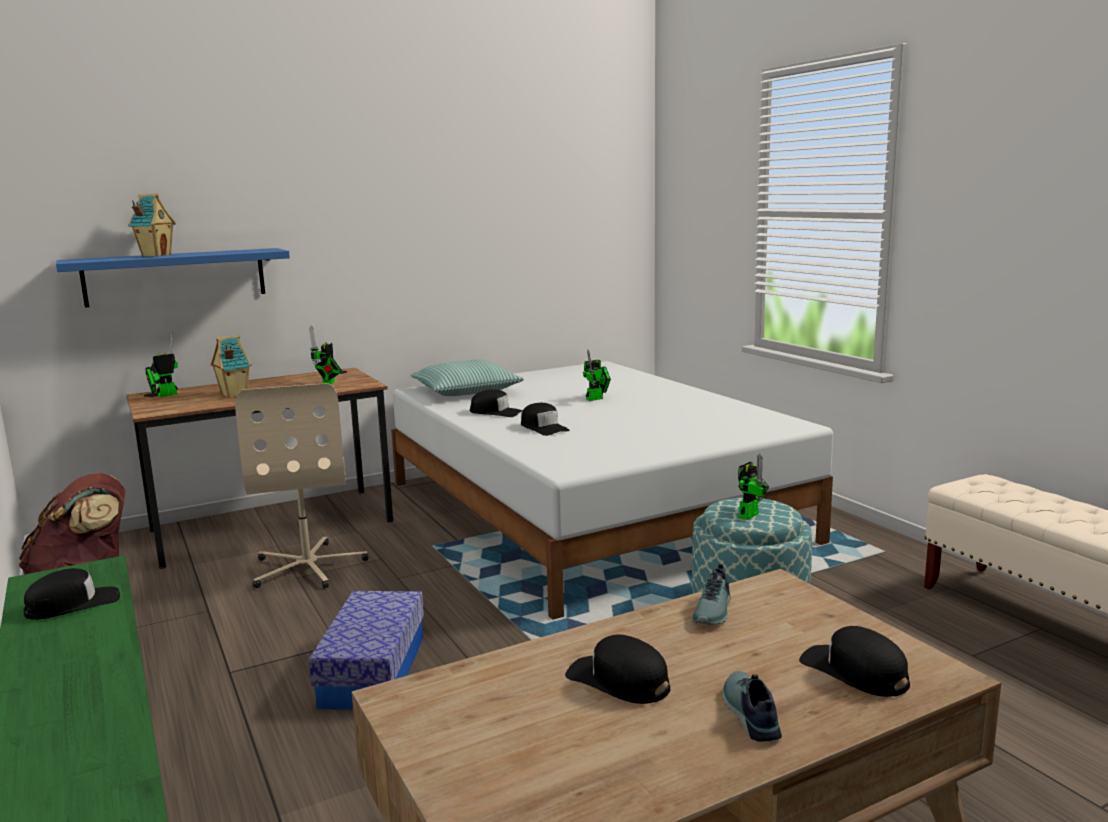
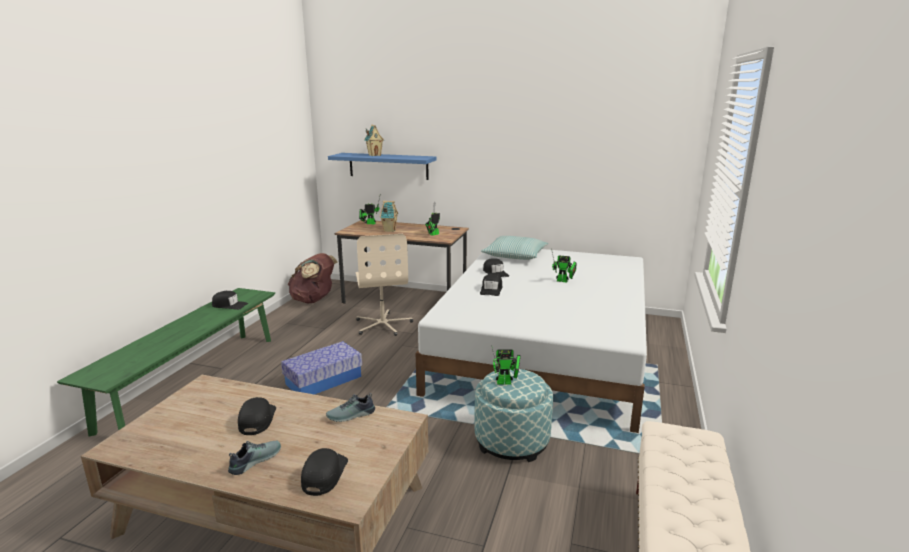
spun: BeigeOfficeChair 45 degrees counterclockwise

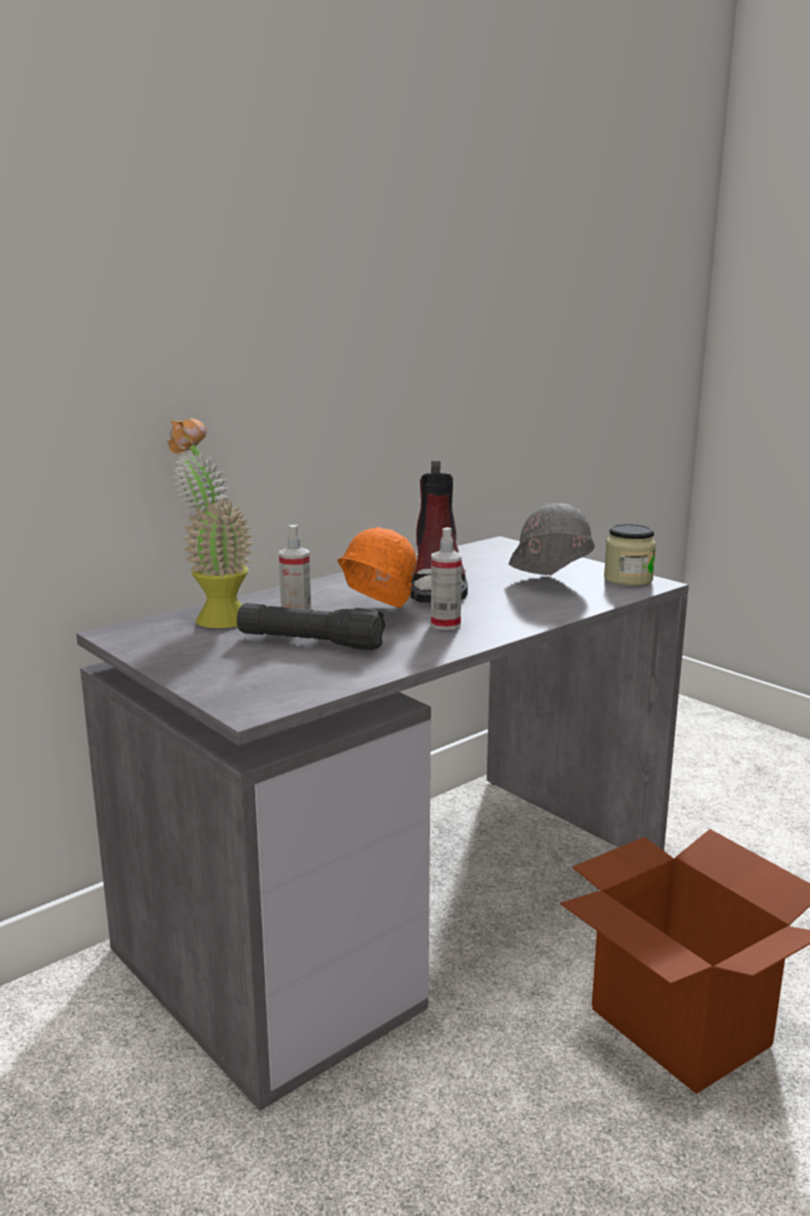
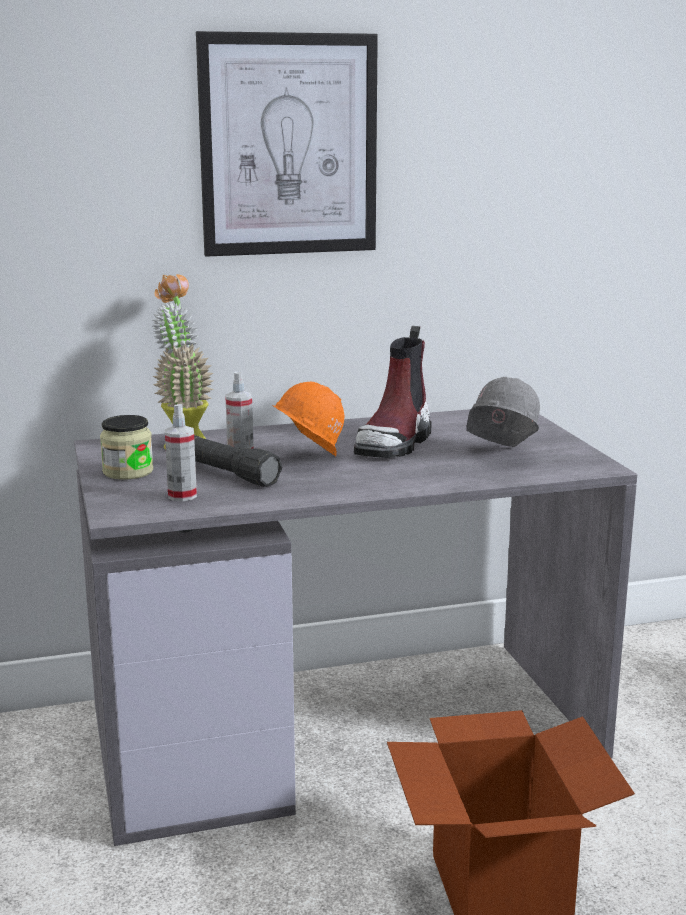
appeared: Picture
relocated: SprayBottle (no. 2 from left in the first image) to SprayBottle (no. 1 from left); Jar

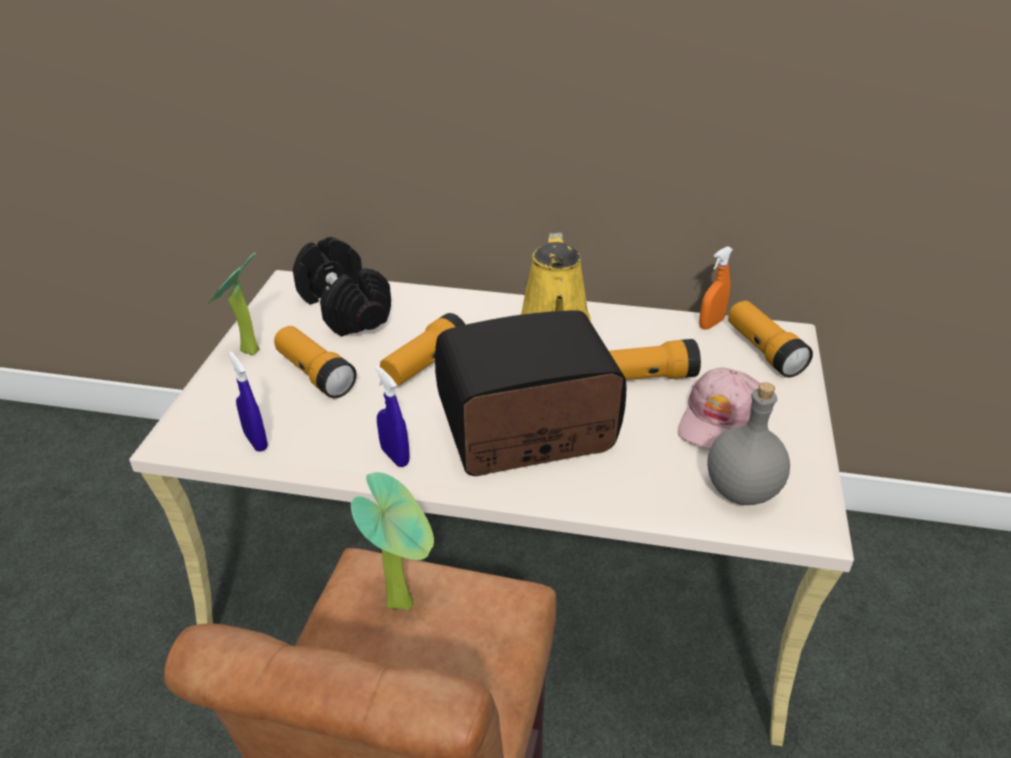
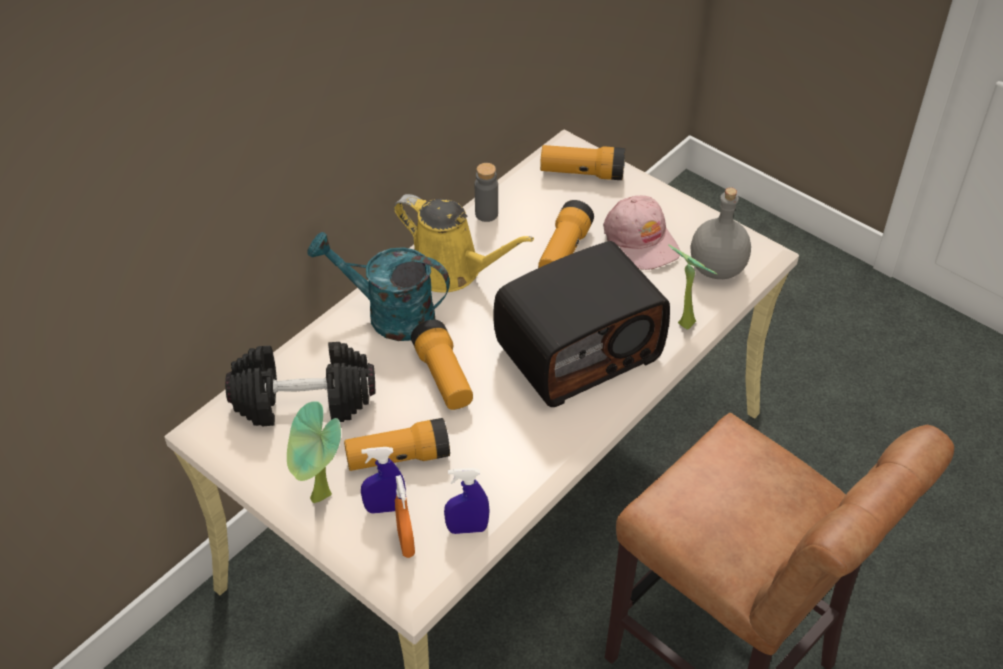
appeared: TurquoiseWateringCan; GreyBottle (no. 1 from left)
relocated: PottedPlant (no. 2 from left); BlueSprayBottle (no. 2 from left in the first image) to BlueSprayBottle (no. 1 from left); OrangeSprayBottle
spun: Radio 135 degrees counterclockwise

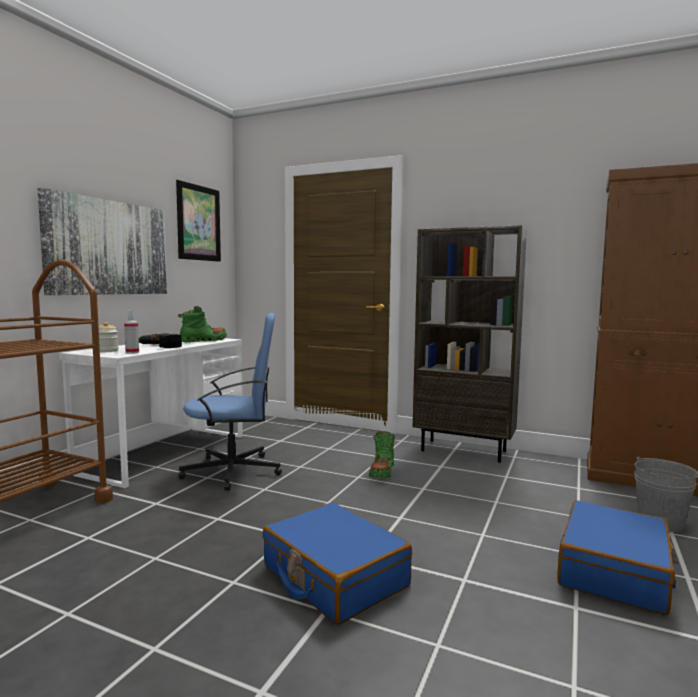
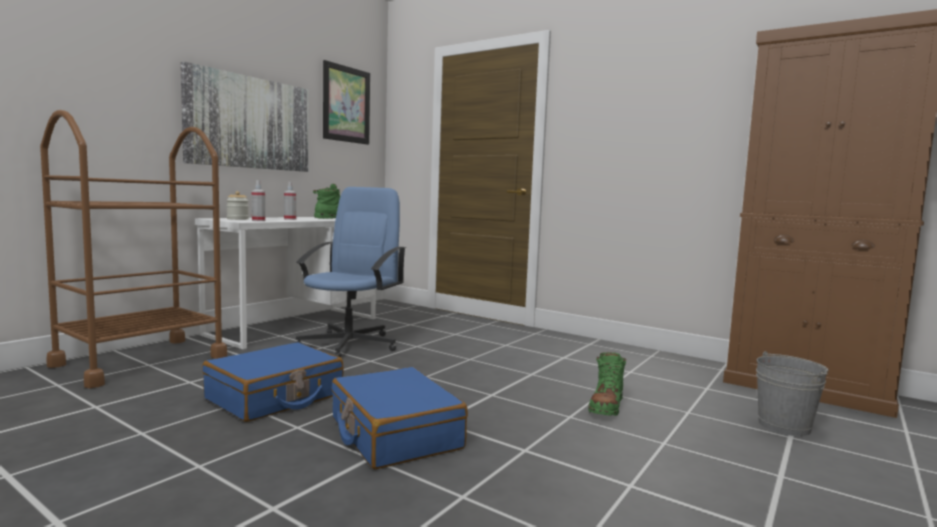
missing: BrownBookcase
relocated: GreenBoot (no. 2 from left); BlueSuitcase (no. 2 from left in the first image) to BlueSuitcase (no. 1 from left)
exchanged: PowerDrill to SprayBottle (no. 2 from left)
spun: BlueOfficeChair 75 degrees counterclockwise

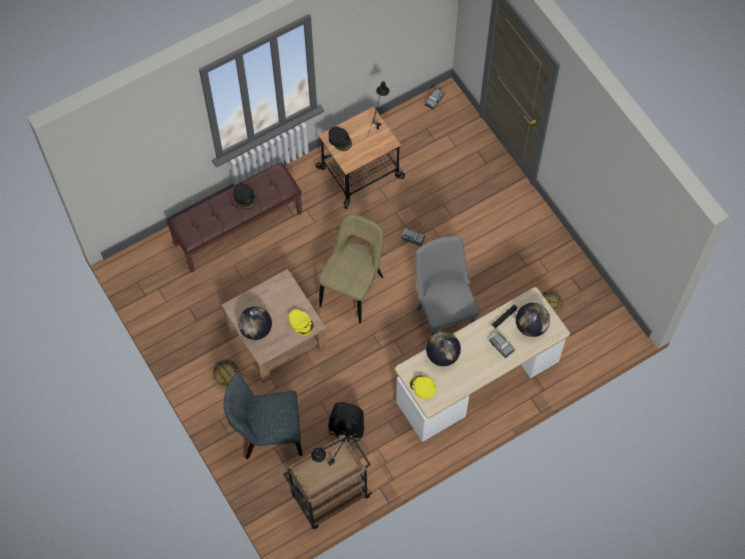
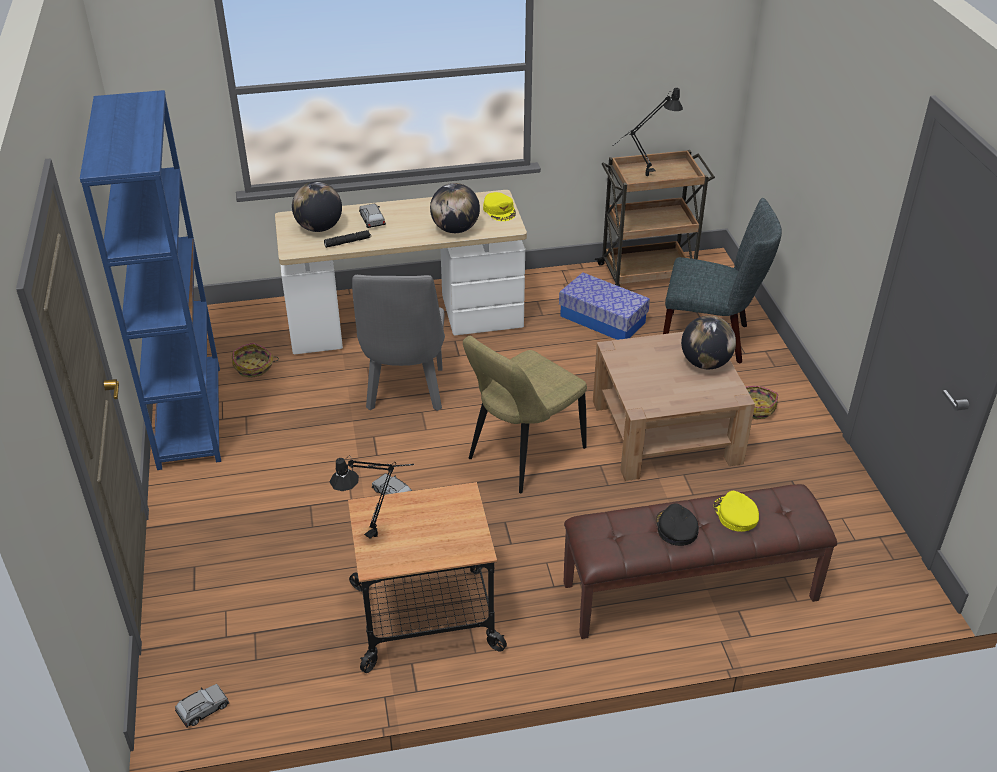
missing: BlackCap (no. 2 from left)
appeared: BlueBookcase
relocated: YellowCap (no. 1 from left in the first image) to YellowCap (no. 2 from left)
exchanged: BlackBackpack to StorageBox

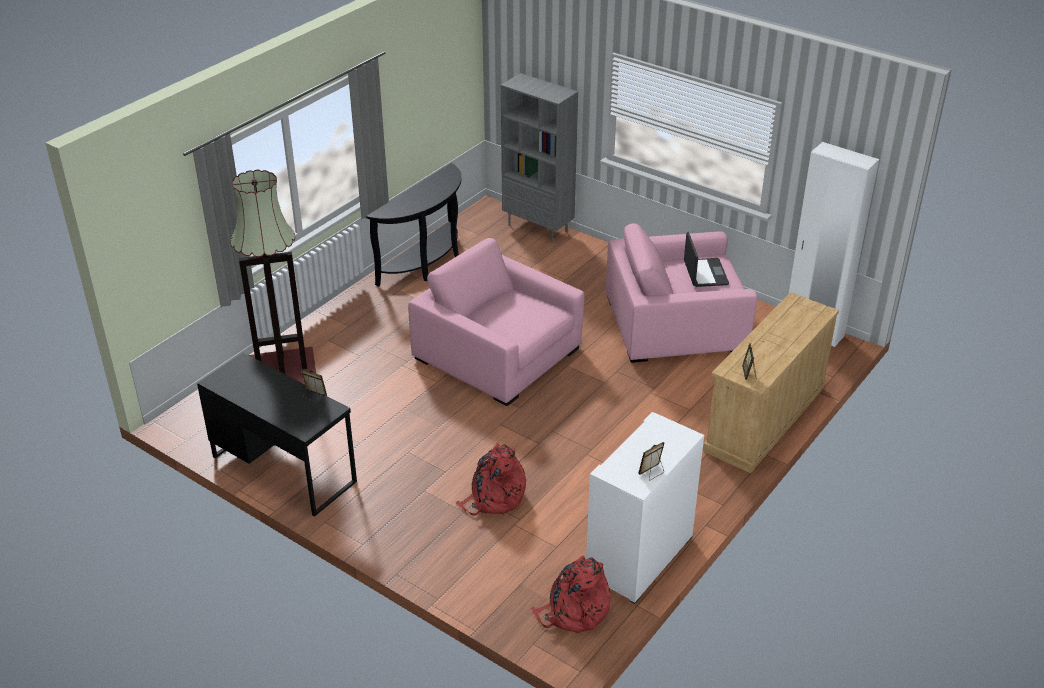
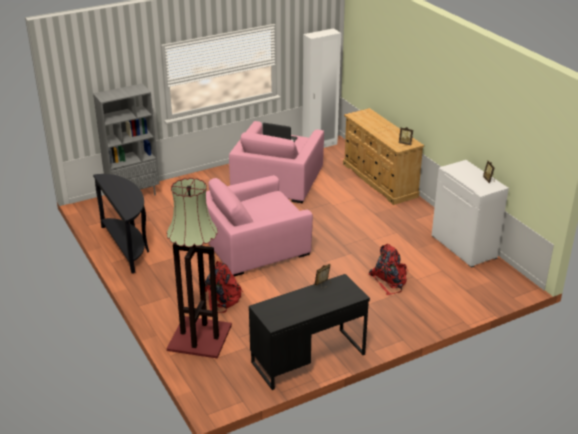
relocated: RedBackpack (no. 2 from left in the first image) to RedBackpack (no. 1 from left)

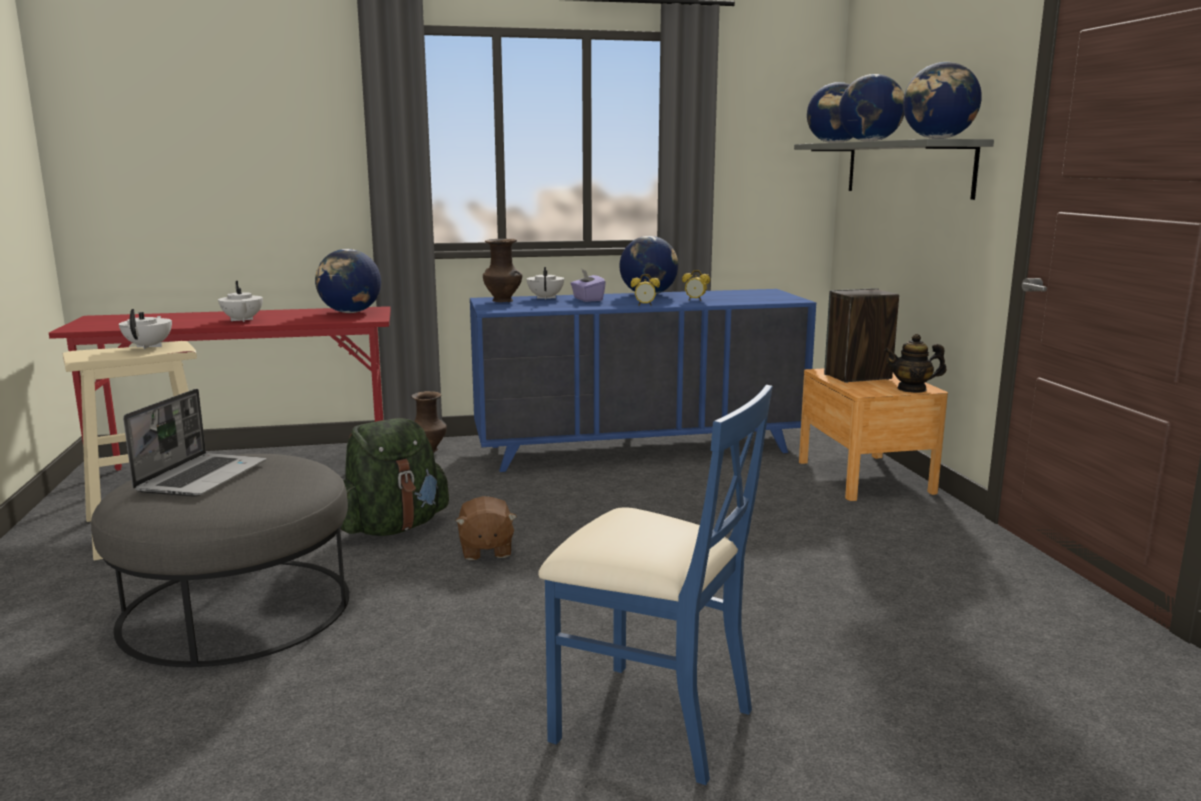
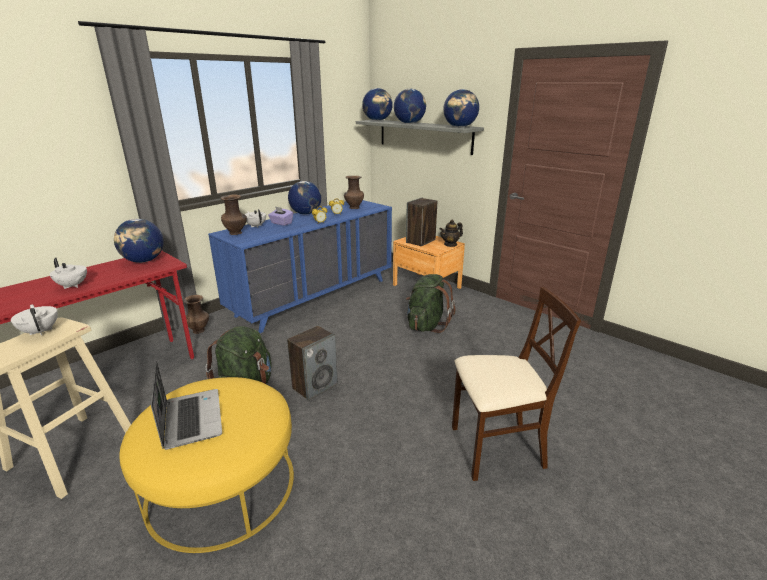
appeared: BrownVase (no. 3 from left); GreenBackpack (no. 2 from left)
exchanged: BrownPlushToy to Speaker (no. 1 from left)
colour: GreyOttoman to YellowOttoman; BlueChair to BeigeChair

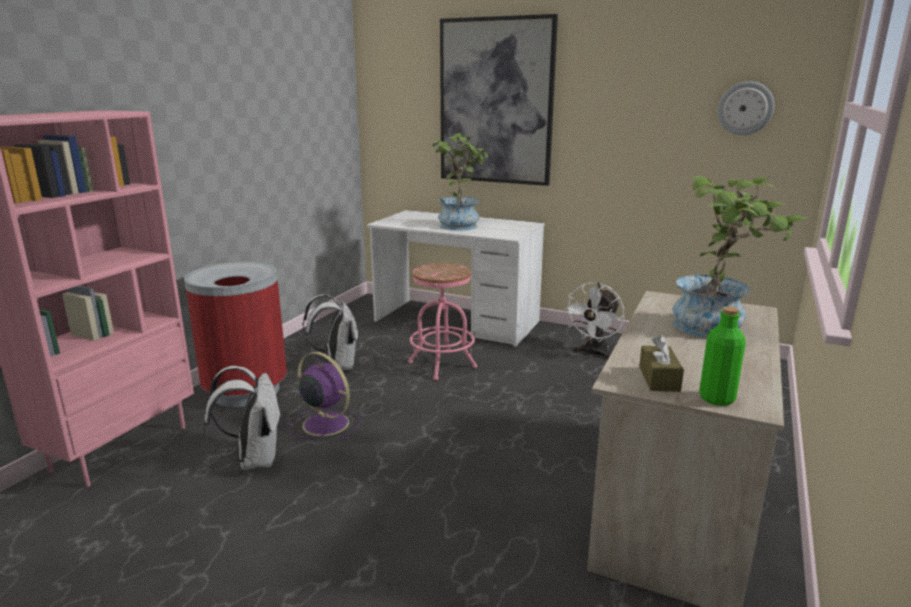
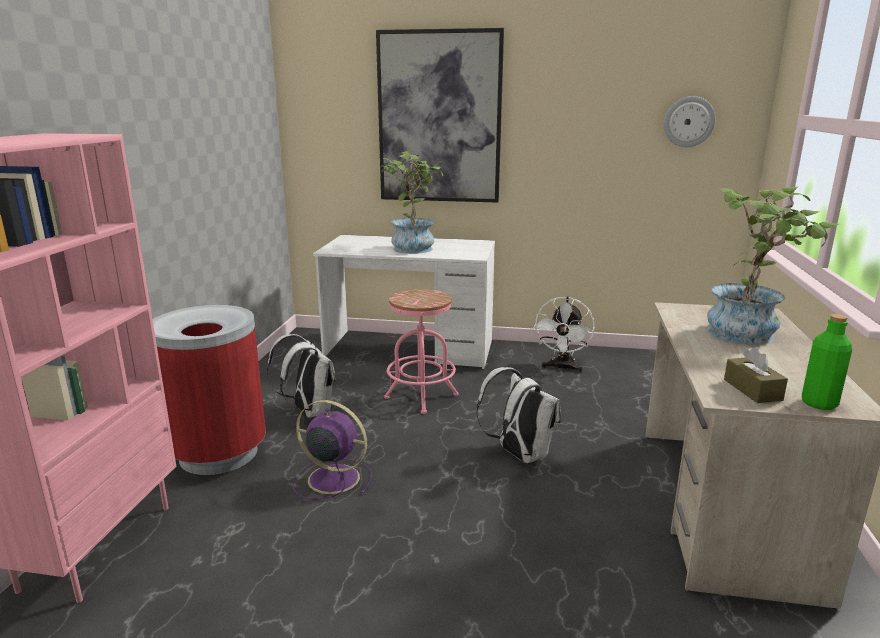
relocated: WhiteBackpack (no. 1 from left in the first image) to WhiteBackpack (no. 2 from left)

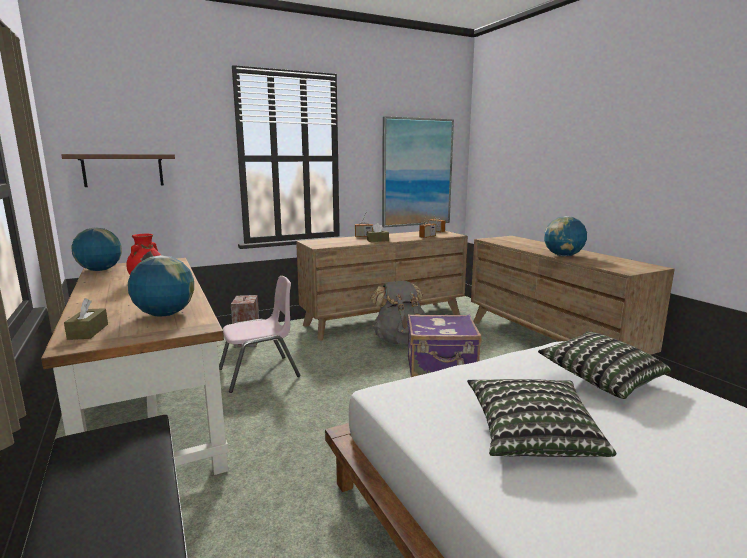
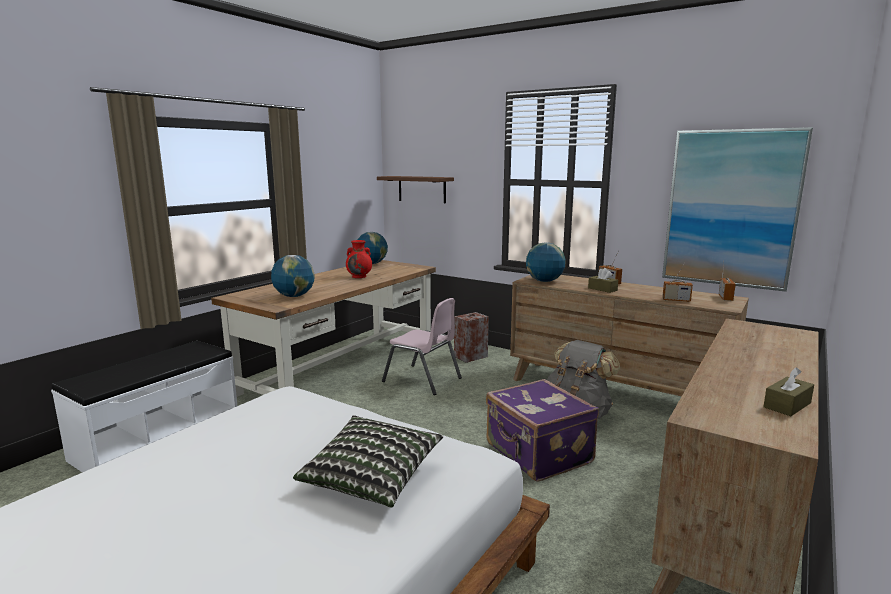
missing: Pillow (no. 1 from left)
relocated: BrownTissueBox (no. 1 from left in the first image) to BrownTissueBox (no. 2 from left); Globe (no. 3 from left)

